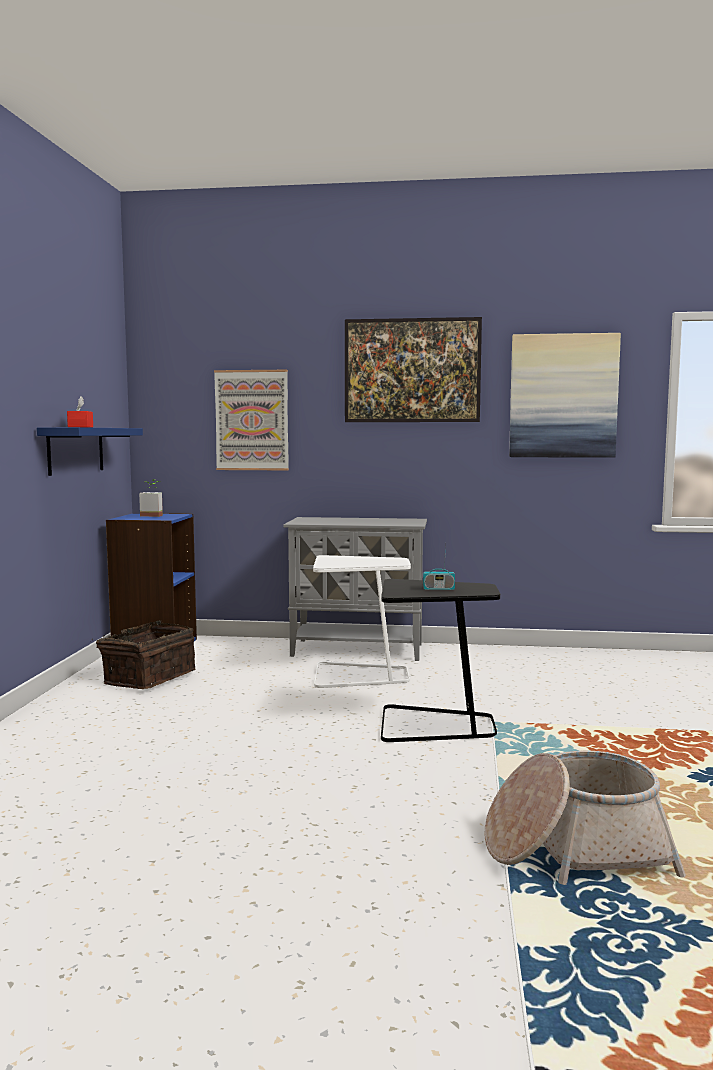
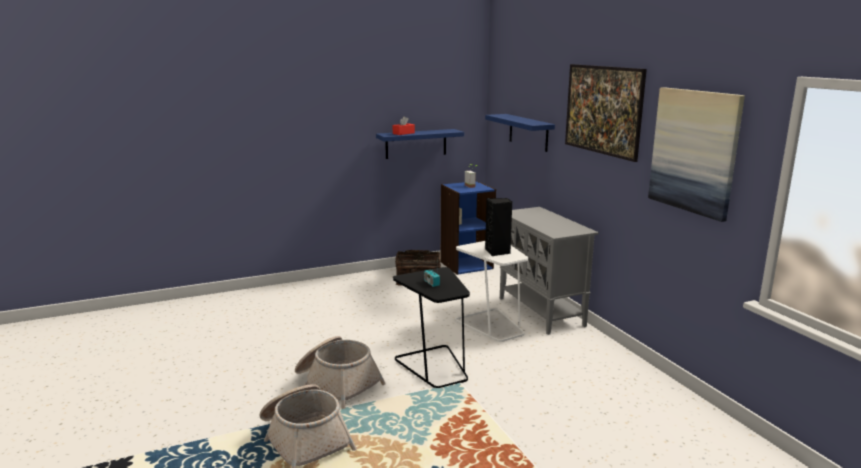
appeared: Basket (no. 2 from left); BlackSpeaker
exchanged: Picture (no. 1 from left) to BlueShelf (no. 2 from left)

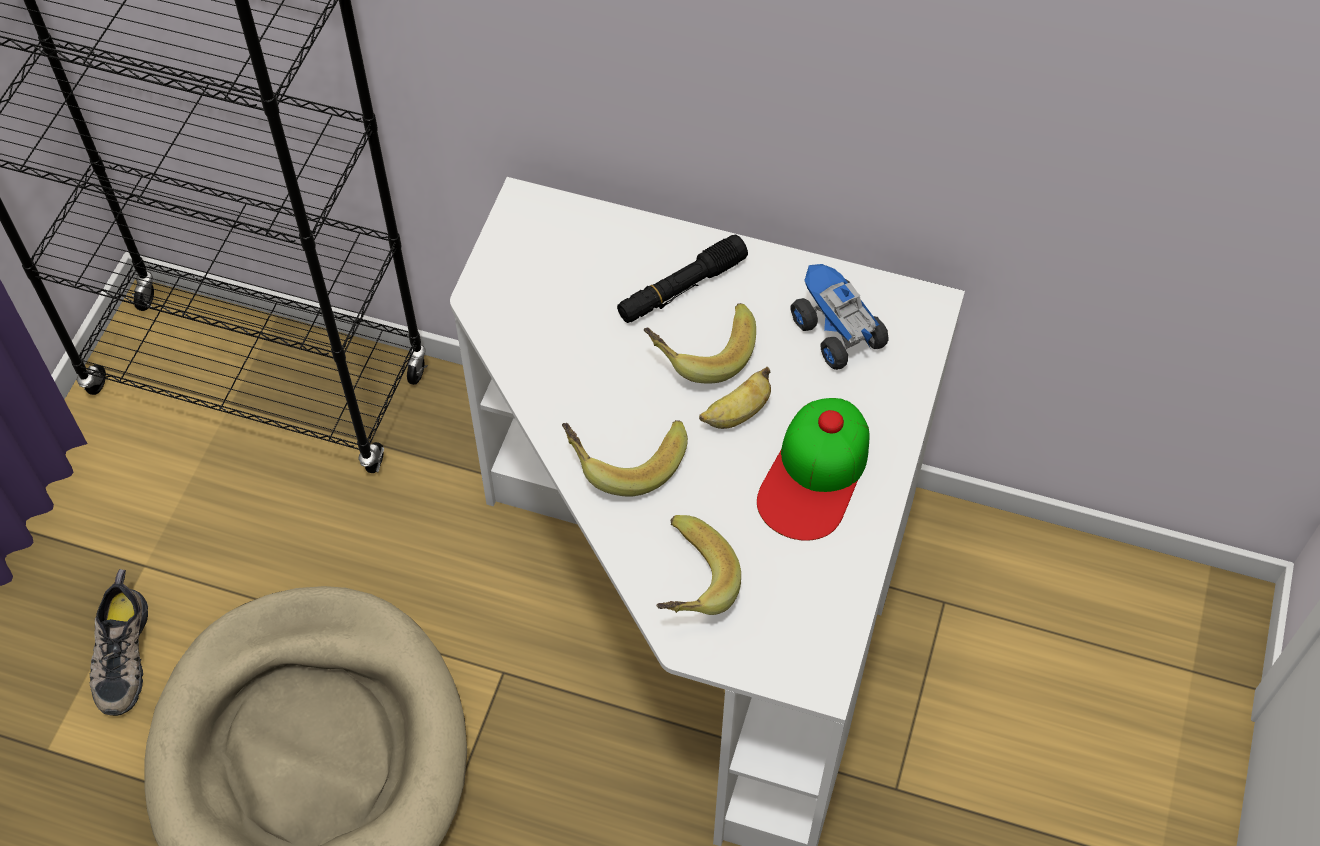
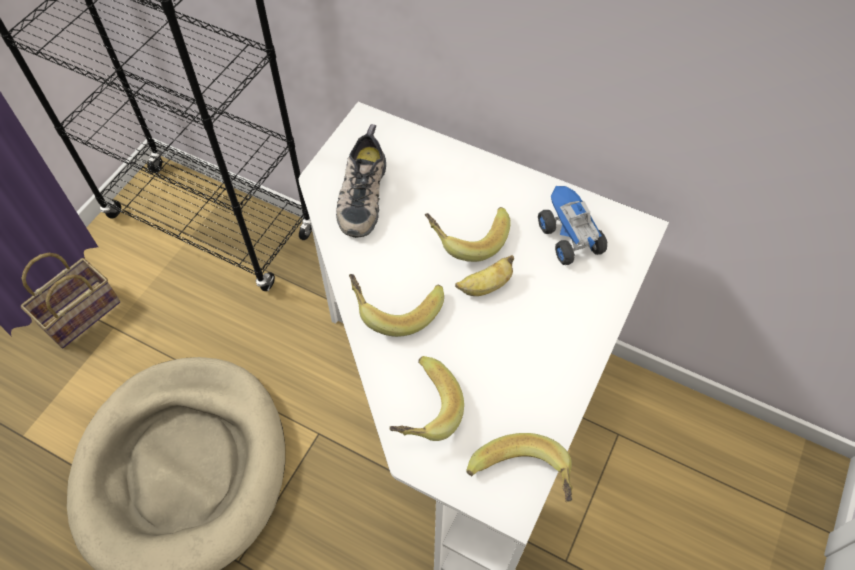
missing: BlackFlashlight; Cap
appeared: Basket; Banana (no. 5 from left)
relocated: Shoe

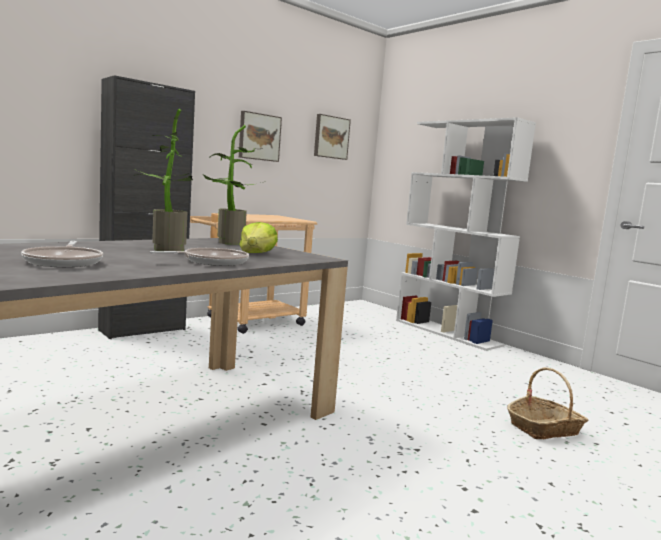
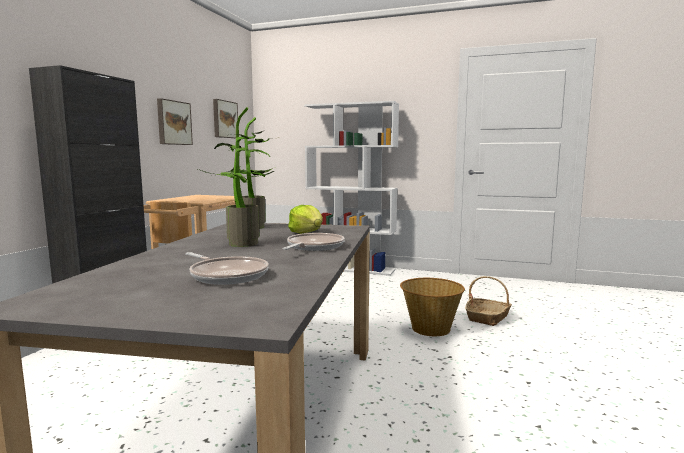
appeared: Basket (no. 1 from left)

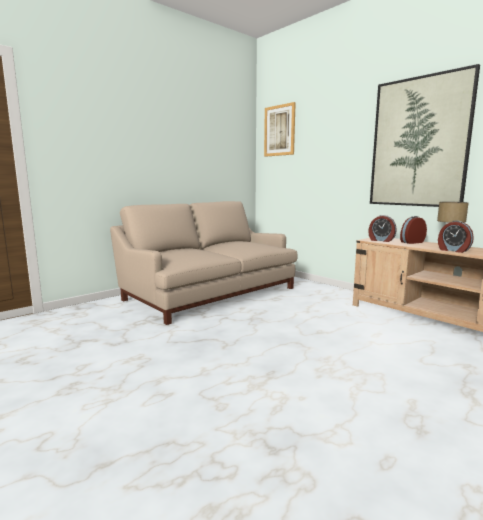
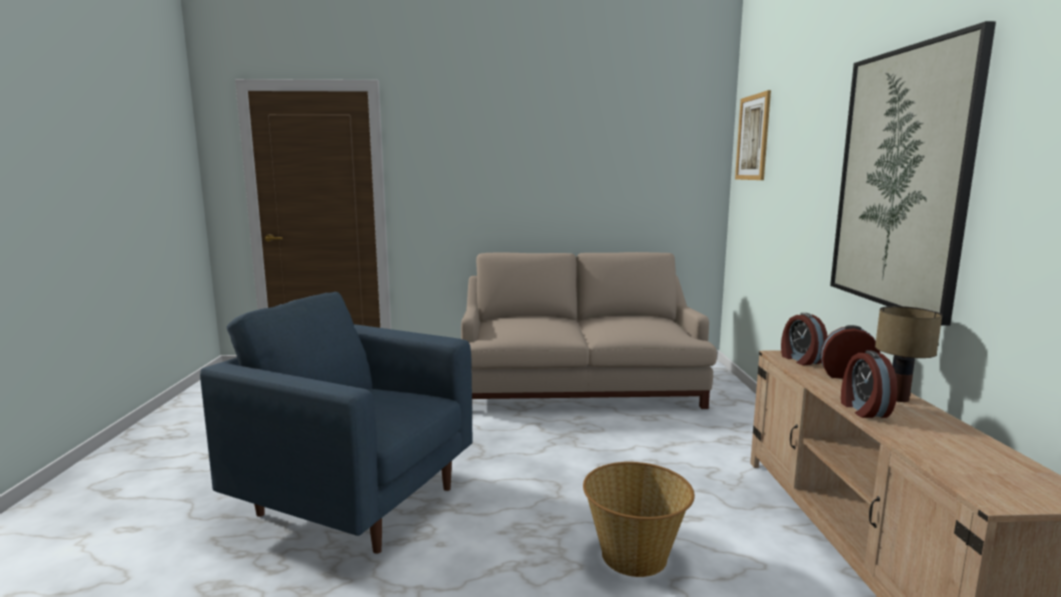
appeared: BlueArmchair; Basket

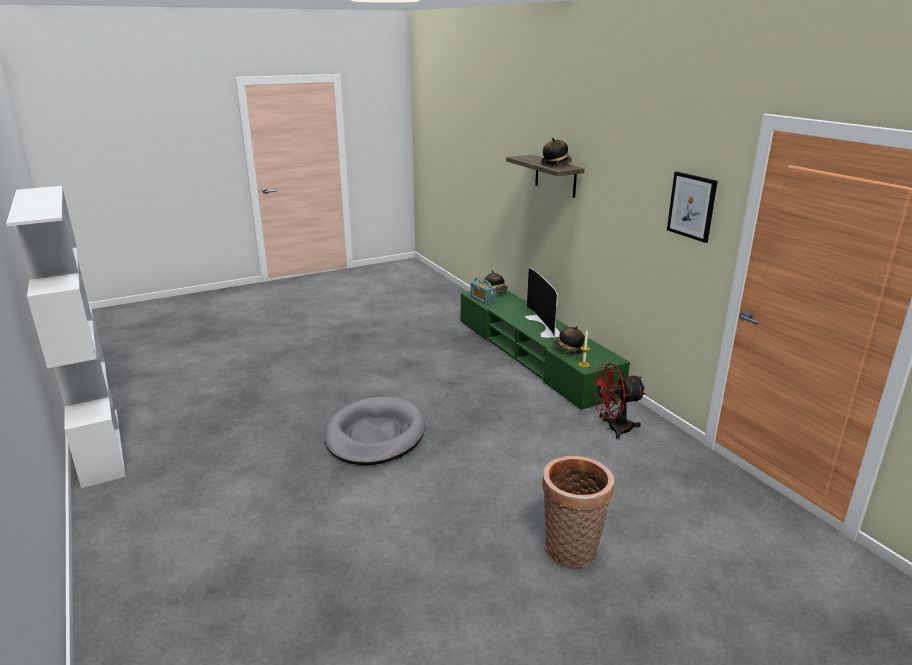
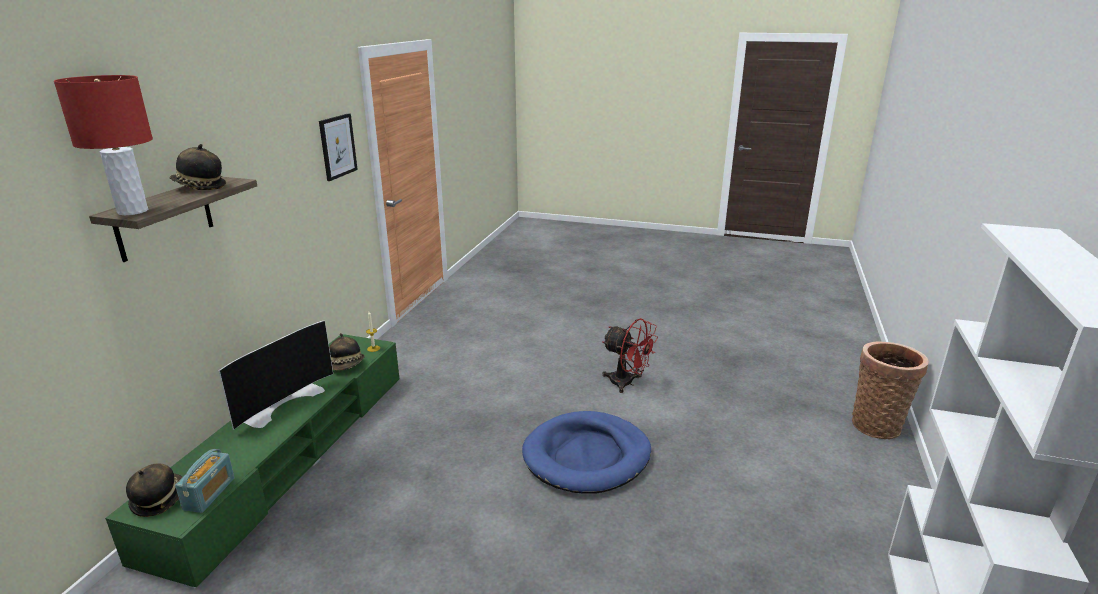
appeared: RedTableLamp
relocated: Basket; RedFan
colour: GreyDogBed to BlueDogBed

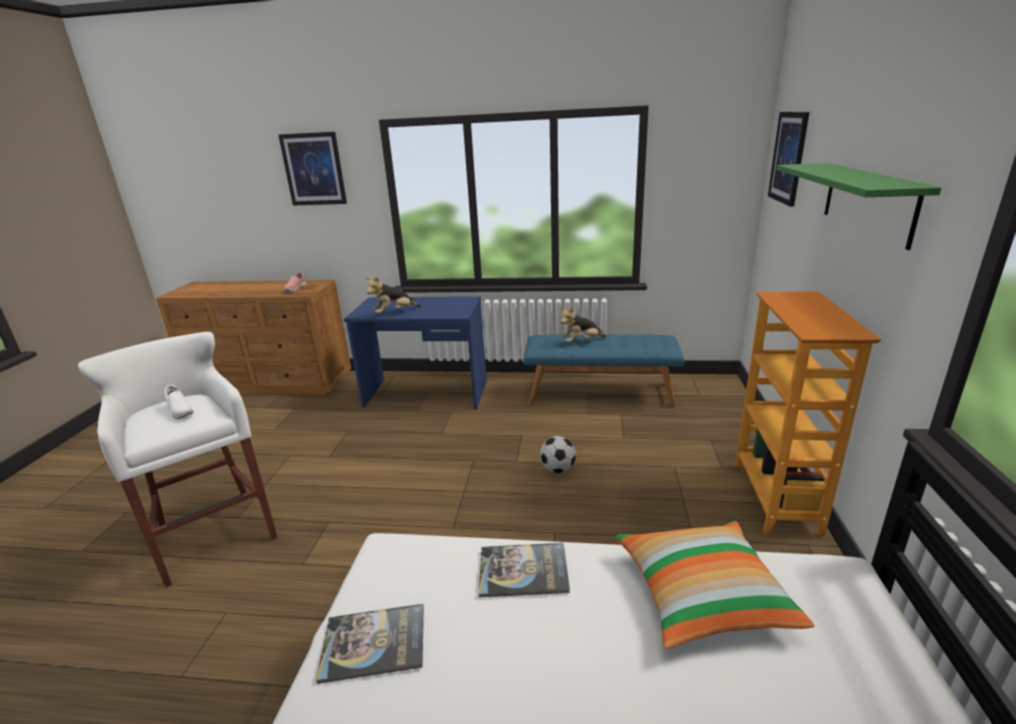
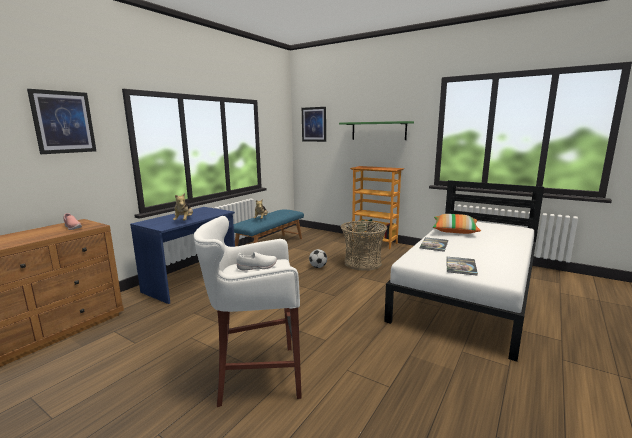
appeared: Basket

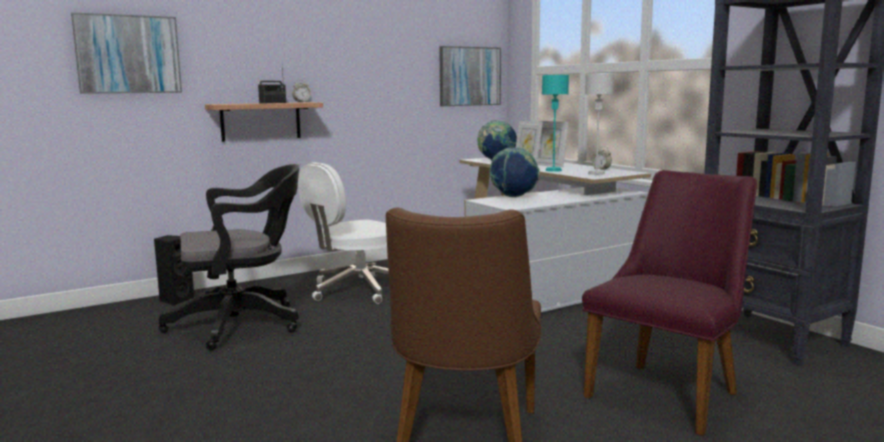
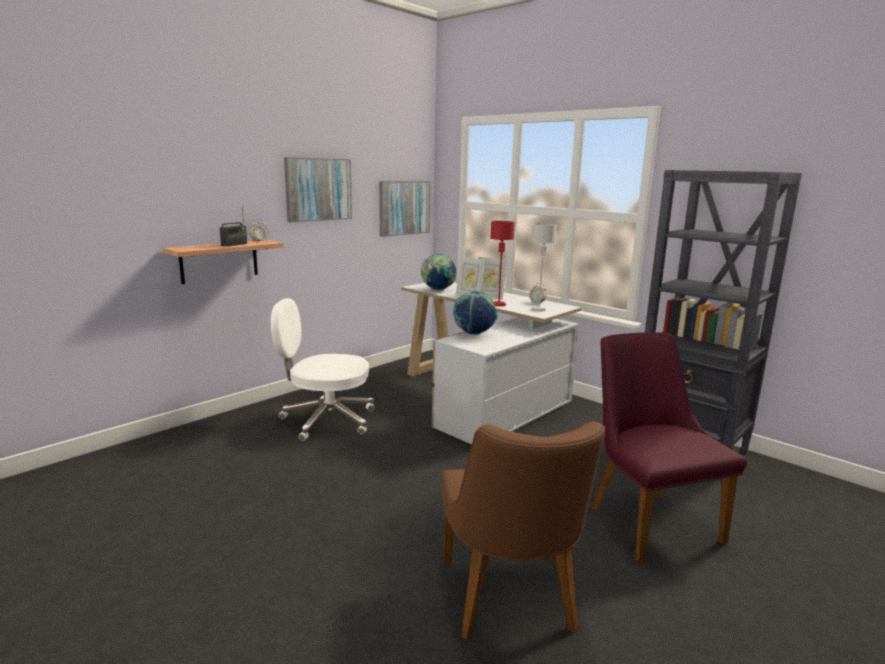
missing: BlackSpeaker; BlackOfficeChair
relocated: Picture (no. 1 from left)
colour: TurquoiseTableLamp to RedTableLamp
spun: WhiteOfficeChair 60 degrees clockwise; PurpleChair 45 degrees counterclockwise

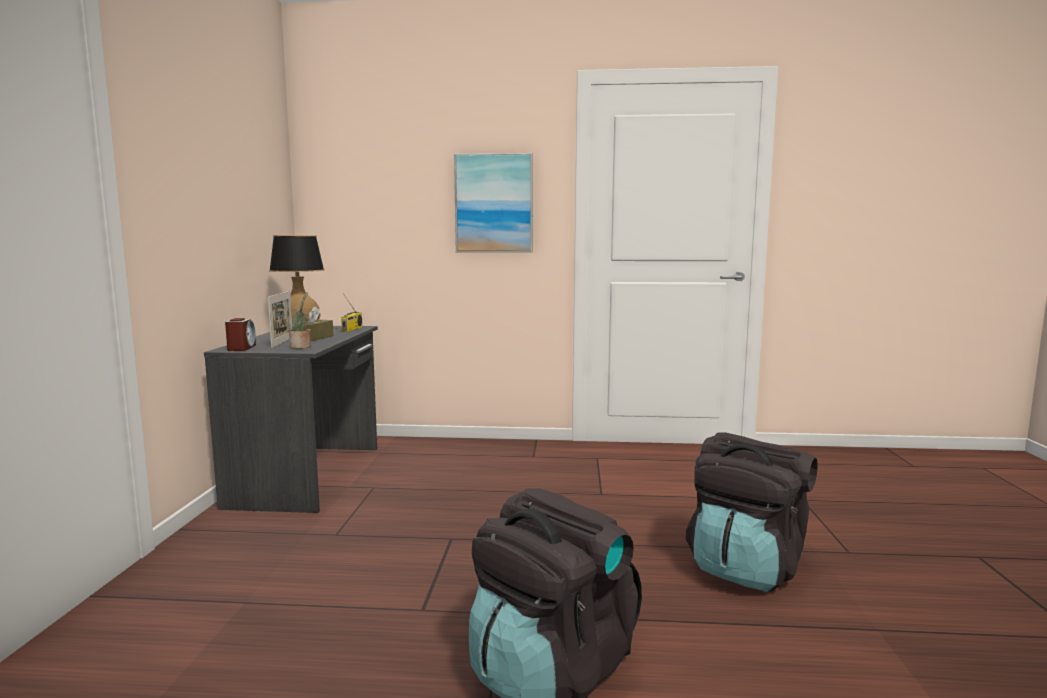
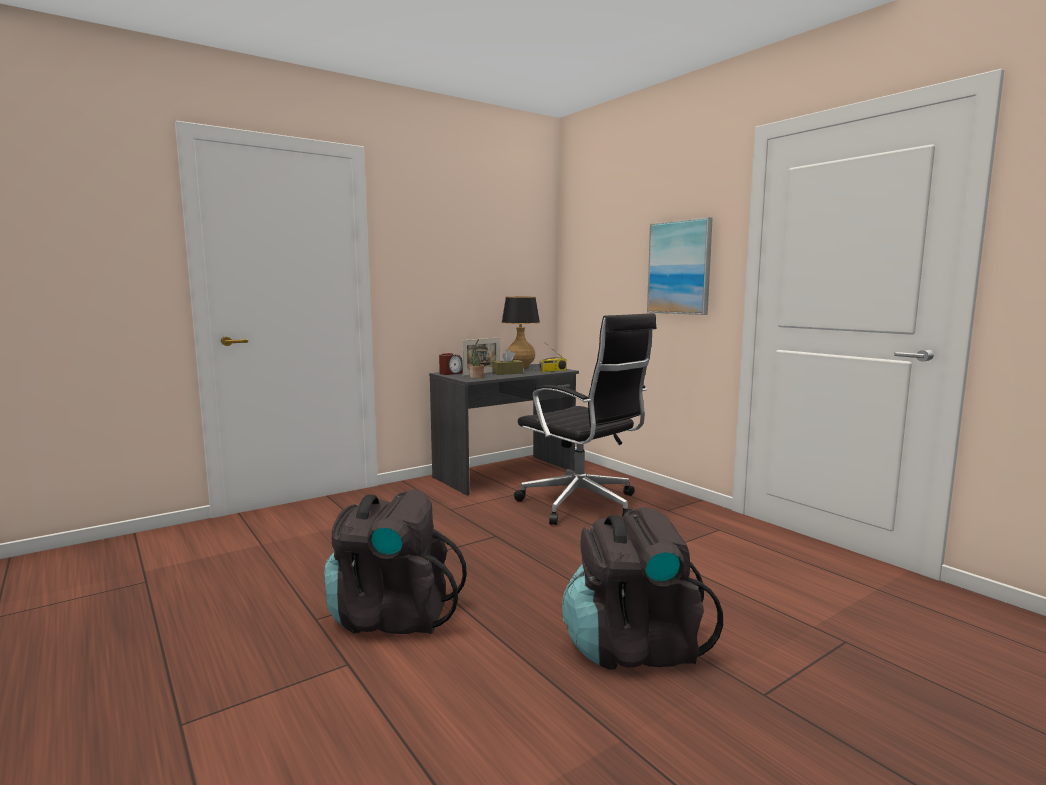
appeared: BlackOfficeChair

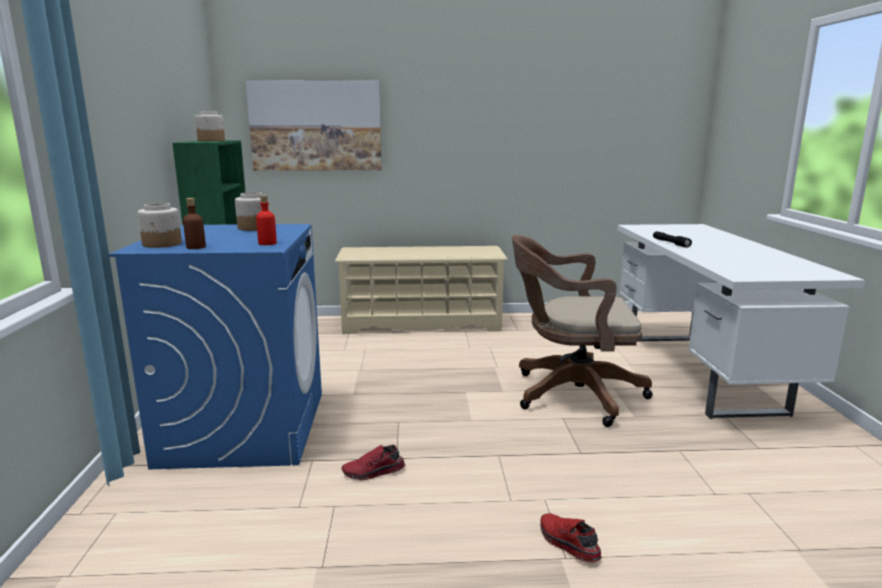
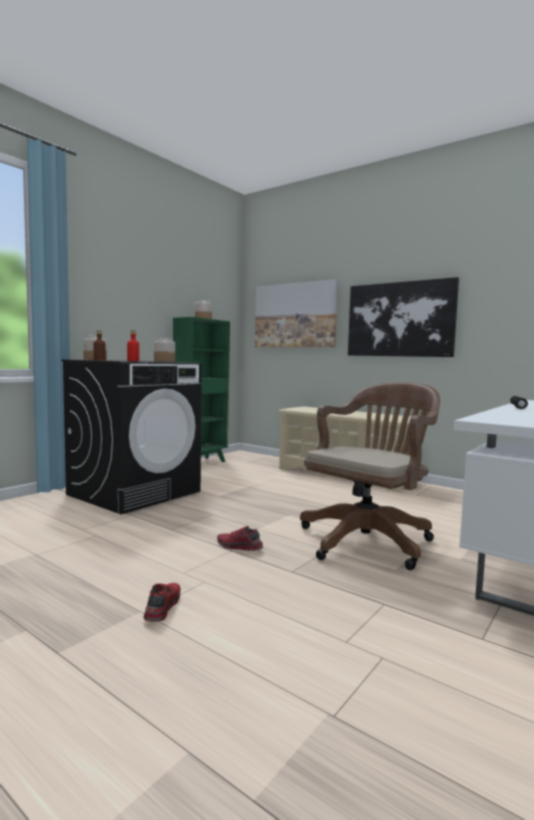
appeared: Picture (no. 2 from left)
relocated: RedShoe (no. 1 from left in the first image) to RedShoe (no. 2 from left)
colour: BlueWashingMachine to BlackWashingMachine
spun: BrownOfficeChair 90 degrees clockwise

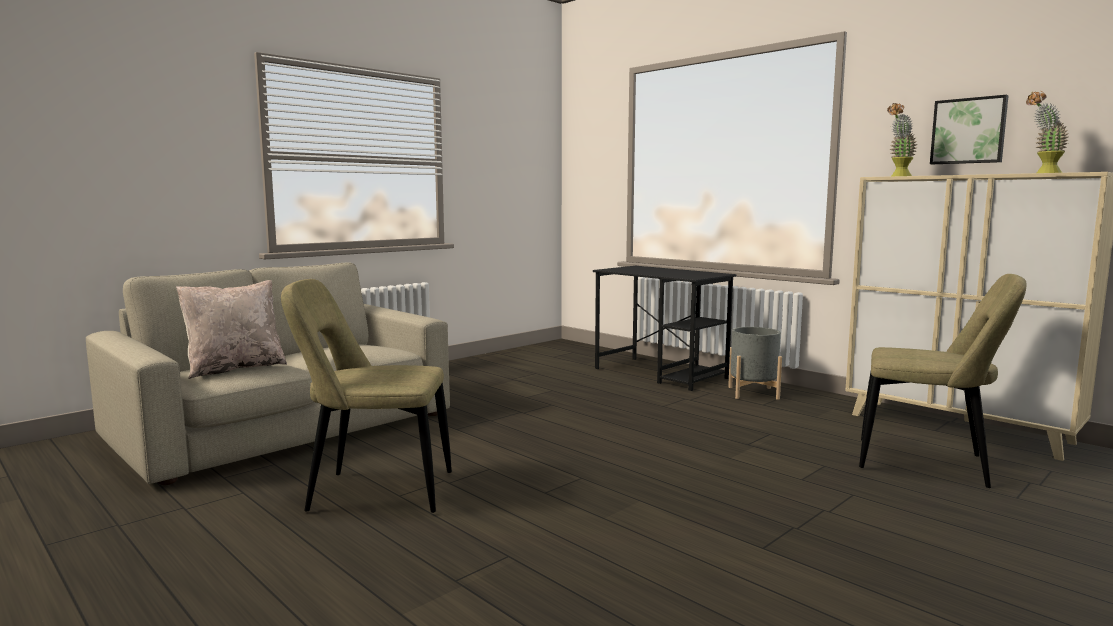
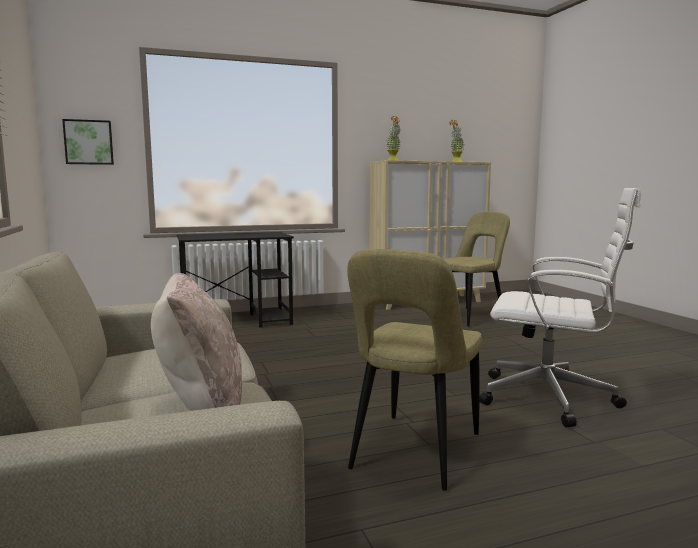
missing: GreyPlanter
appeared: WhiteOfficeChair
relocated: Picture

